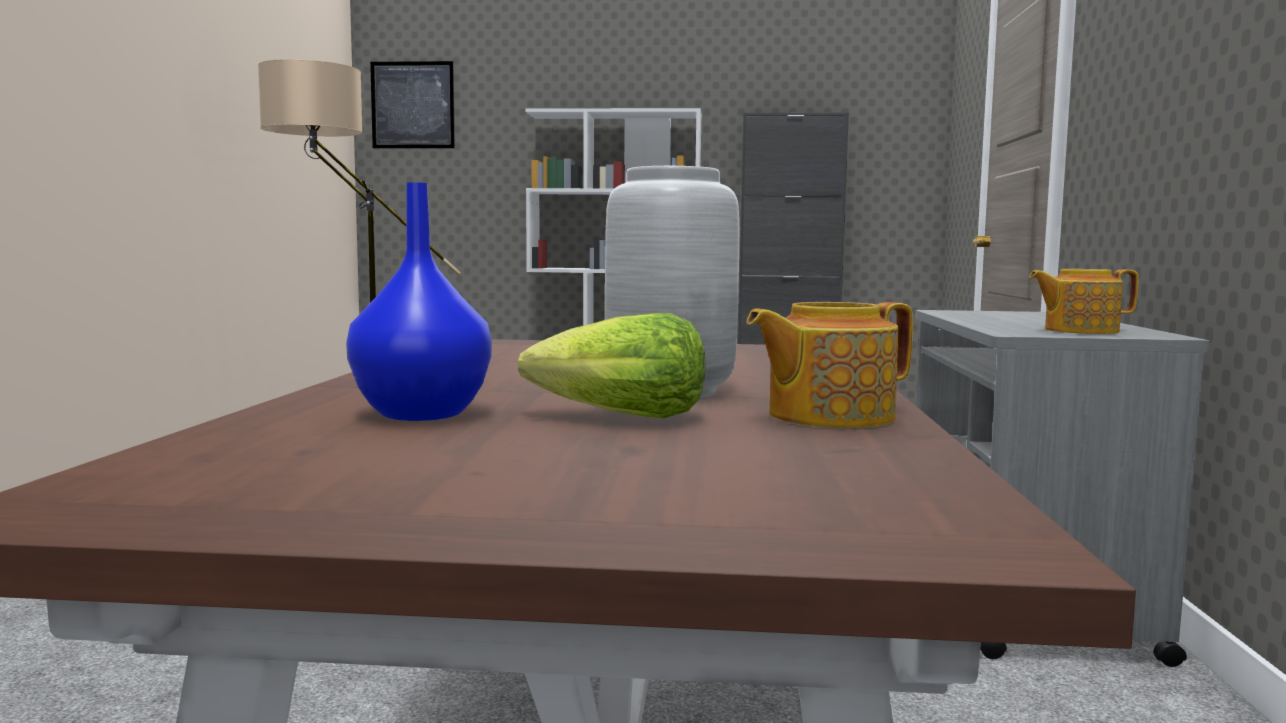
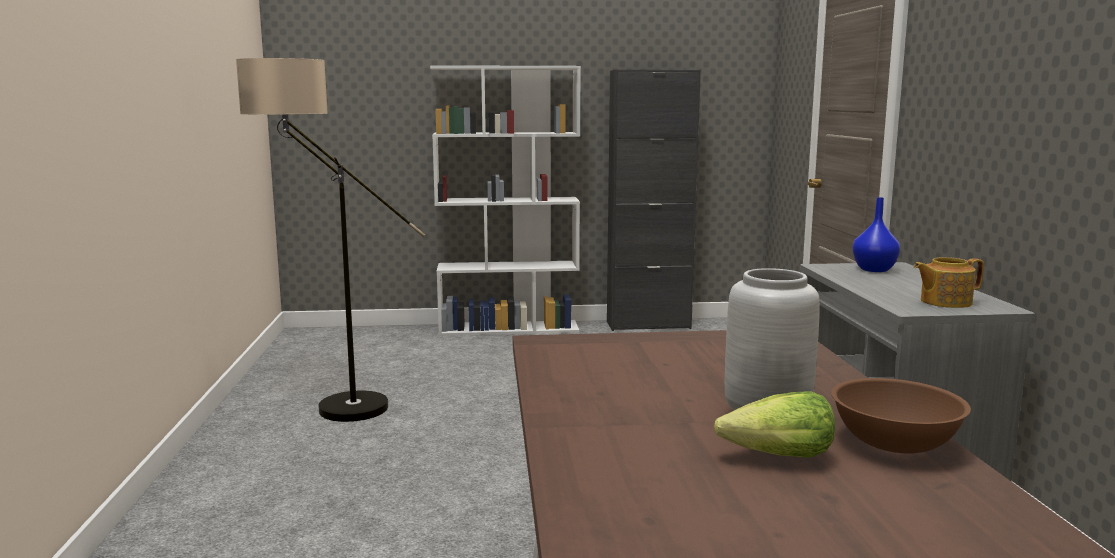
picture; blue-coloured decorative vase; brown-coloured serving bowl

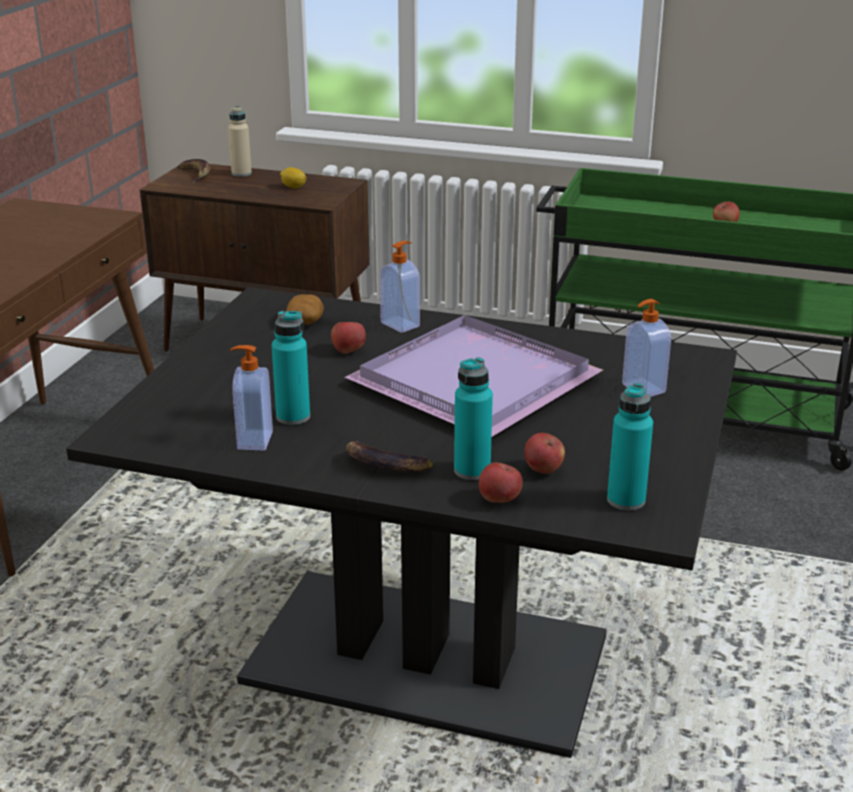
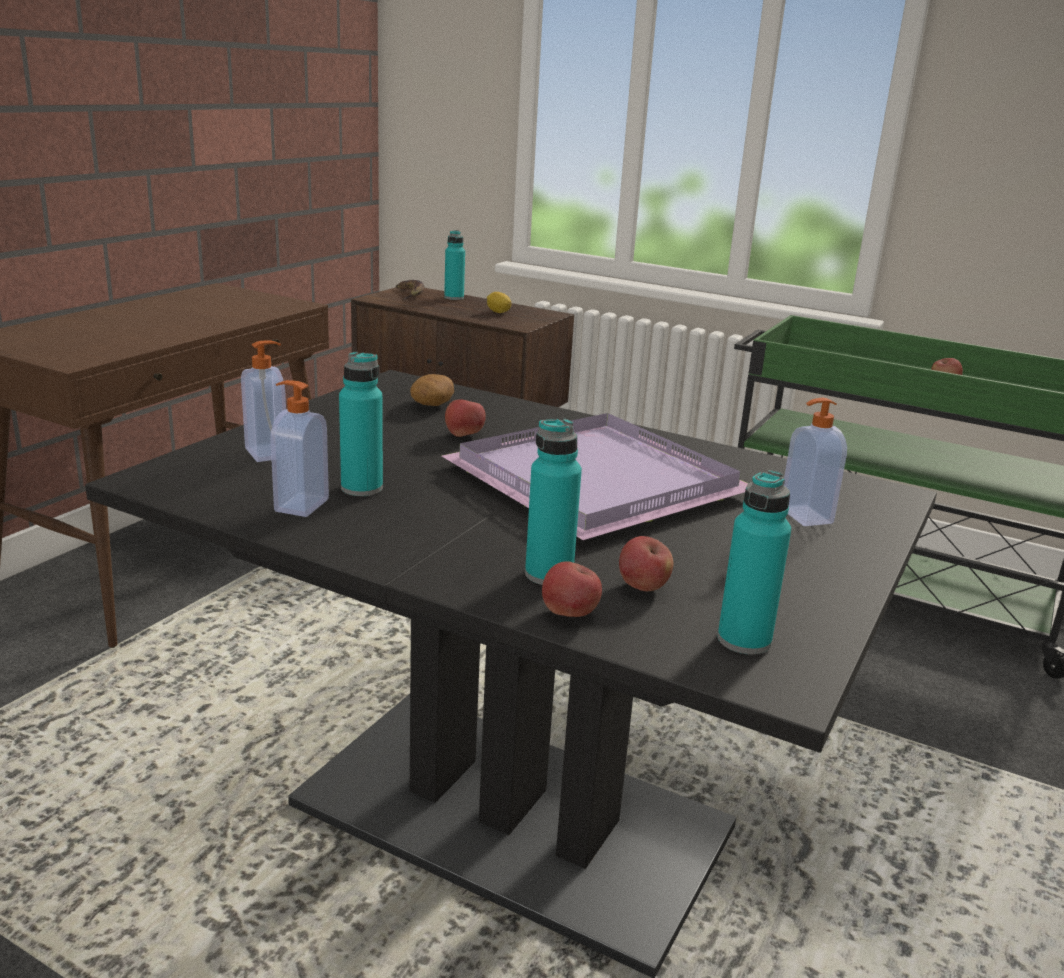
banana fruit (2nd from left in the first image); soap bottle (1st from left); turquoise-coloured bottle (2nd from left)

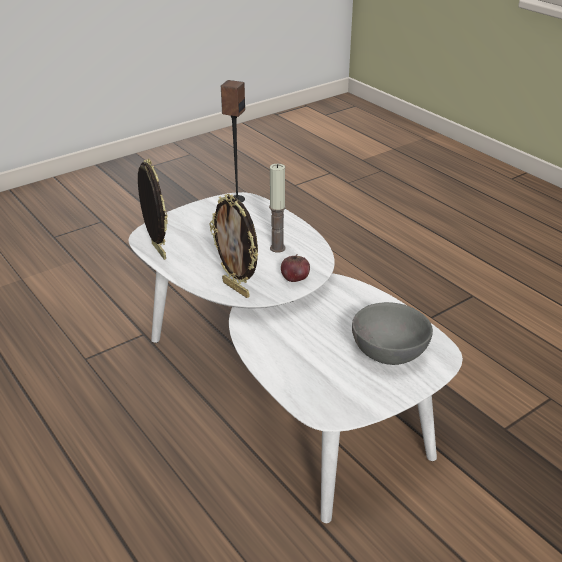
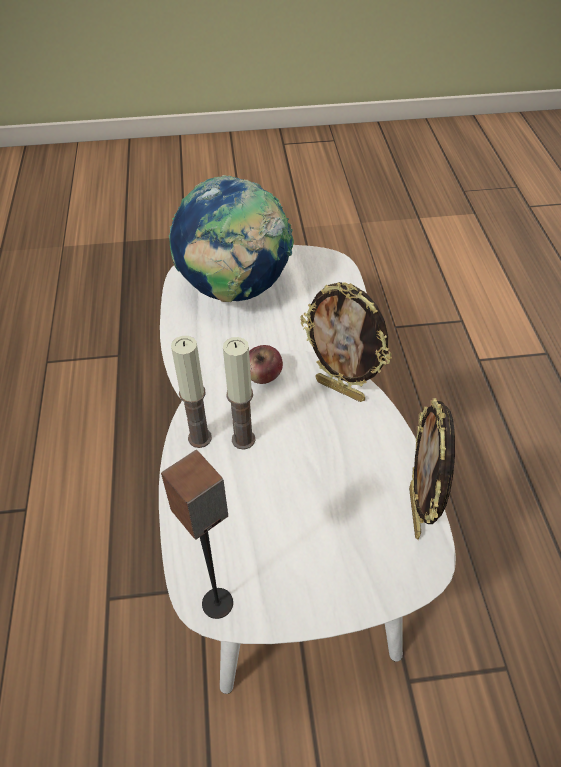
candle (1st from left); globe; picture frame (1st from left)

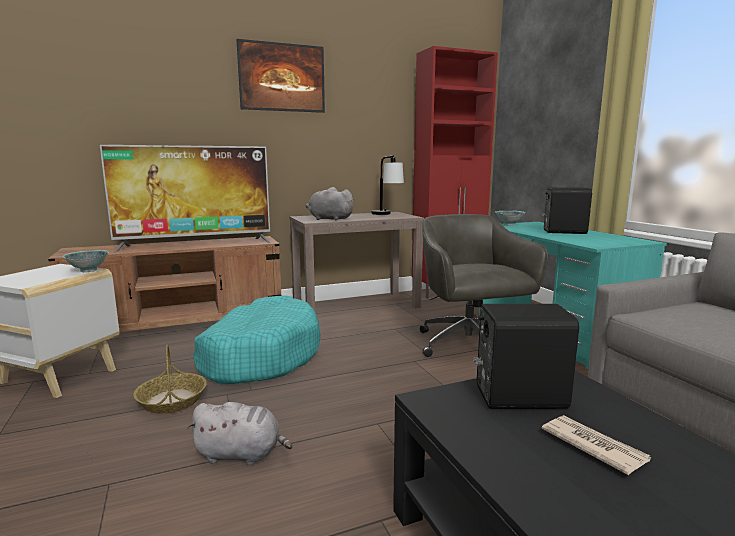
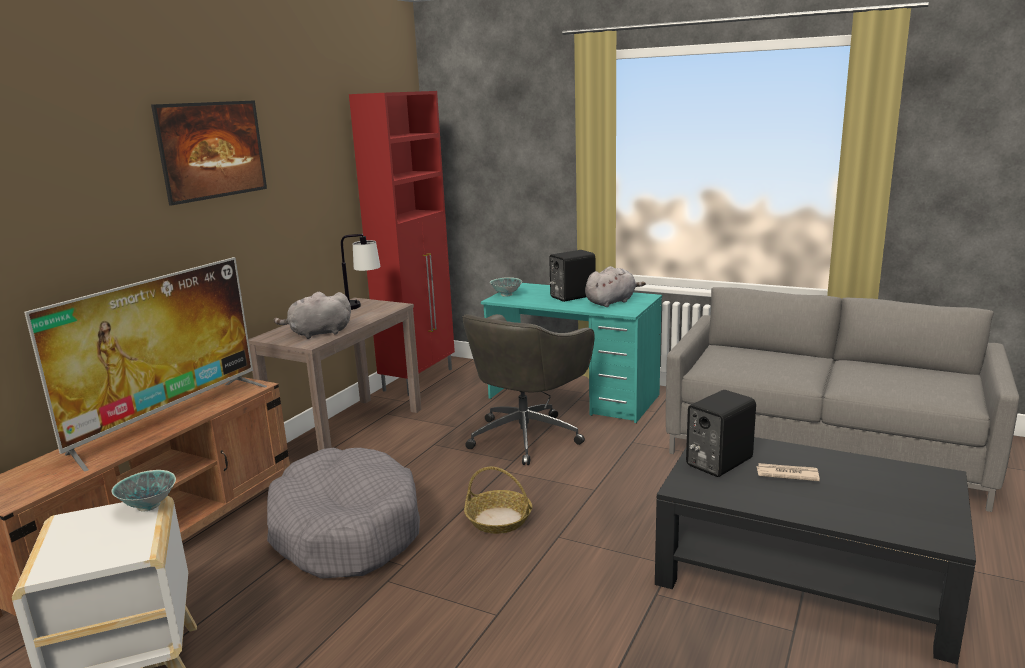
storage basket; grey cuddly toy (2nd from left); grey dog cushion; grey desk chair

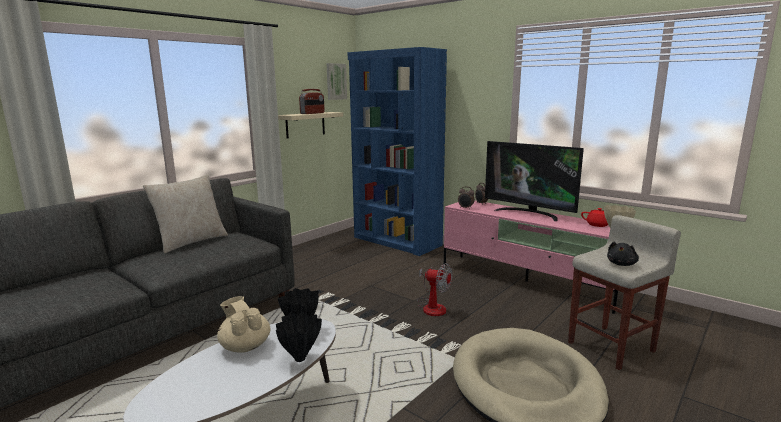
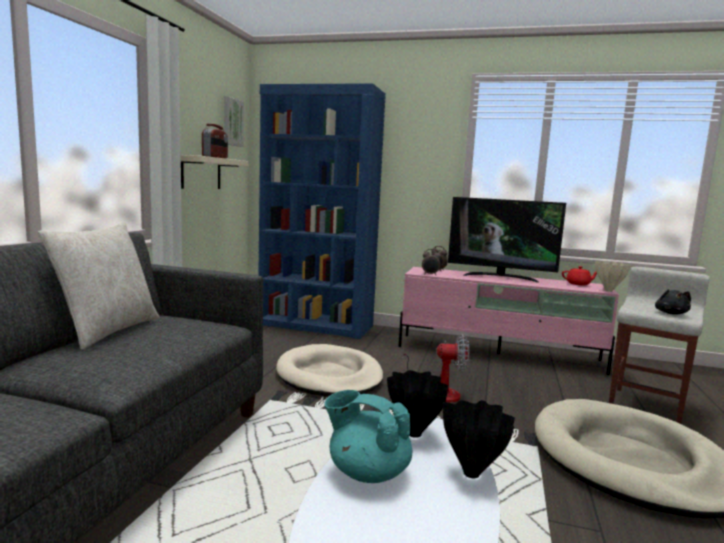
sand-coloured dog cushion (1st from left); turquoise-coloured teapot

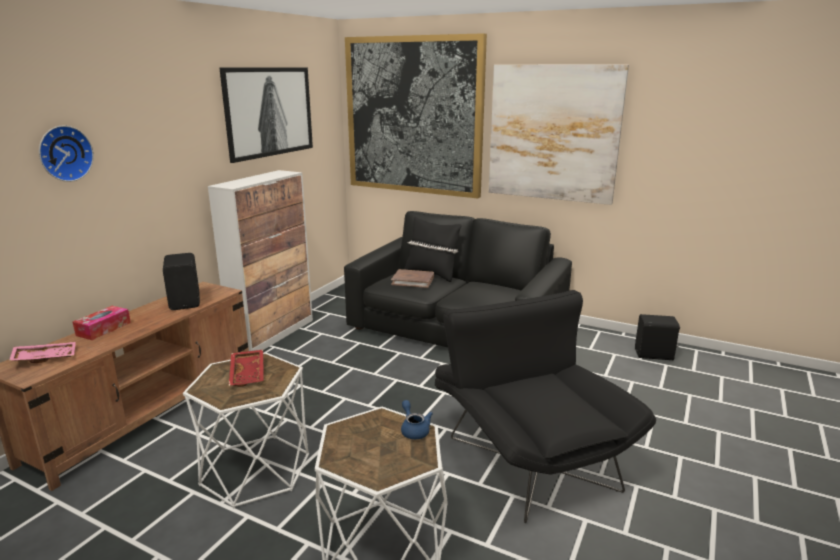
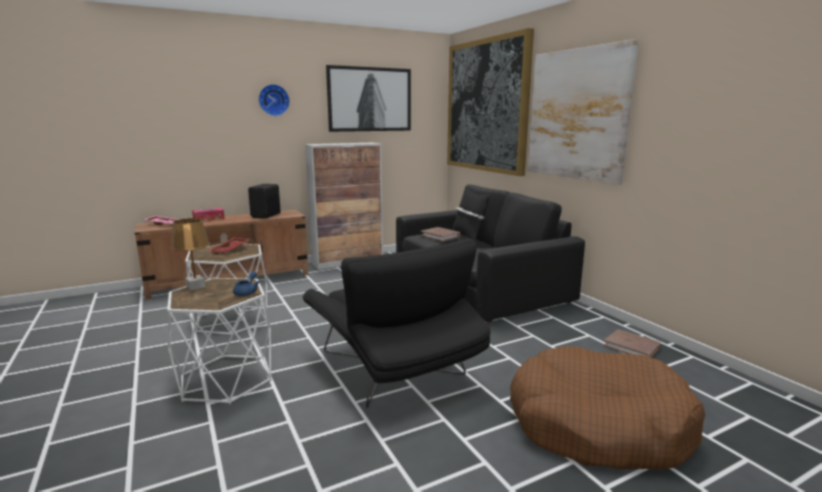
brown-coloured lamp for a table; brown-coloured dog cushion; wall clock; brown-coloured book (2nd from left); black-coloured armchair

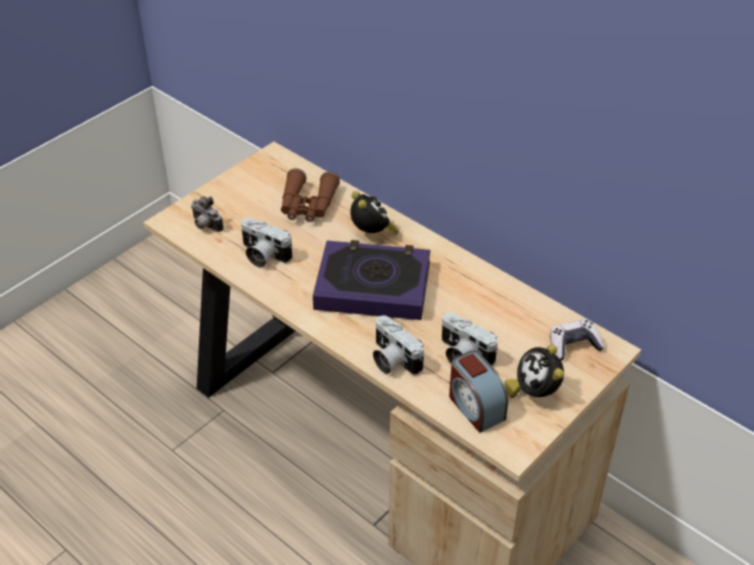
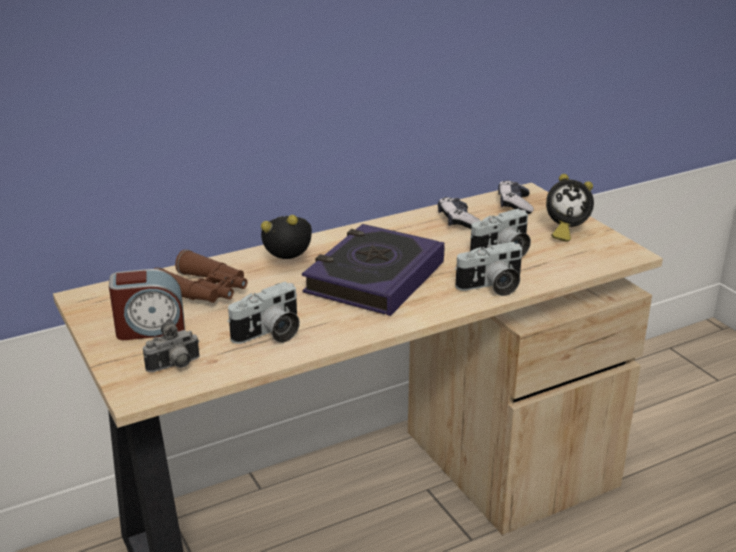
game controller (1st from left); bedside clock (1st from left)

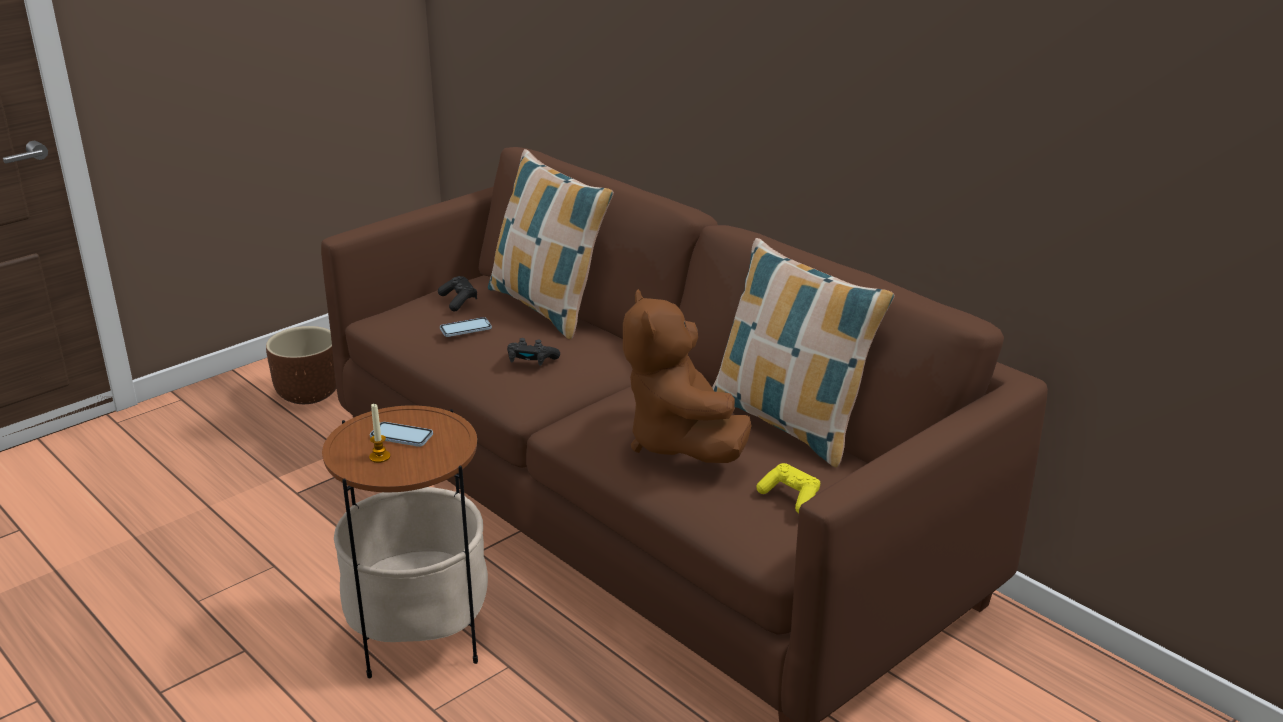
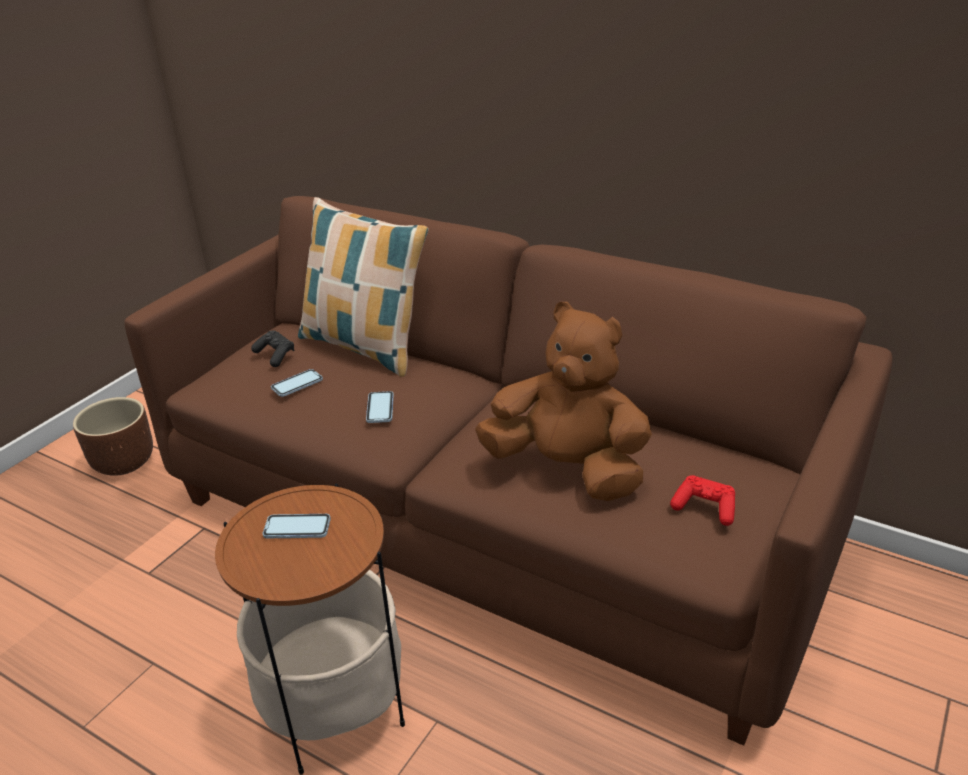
candle; pillow (2nd from left in the first image); telephone (3rd from left); reddish game controller; brown-coloured cuddly toy

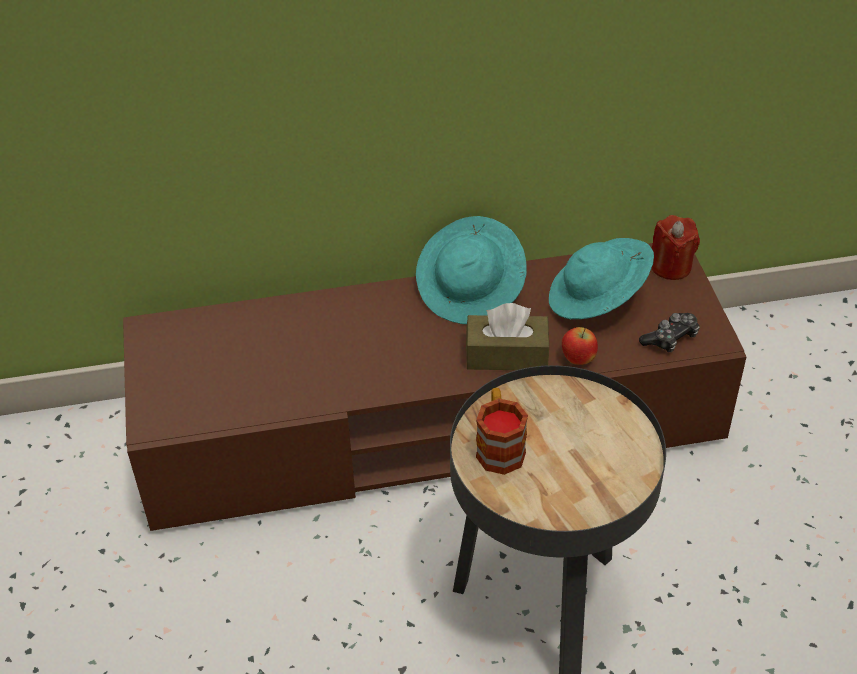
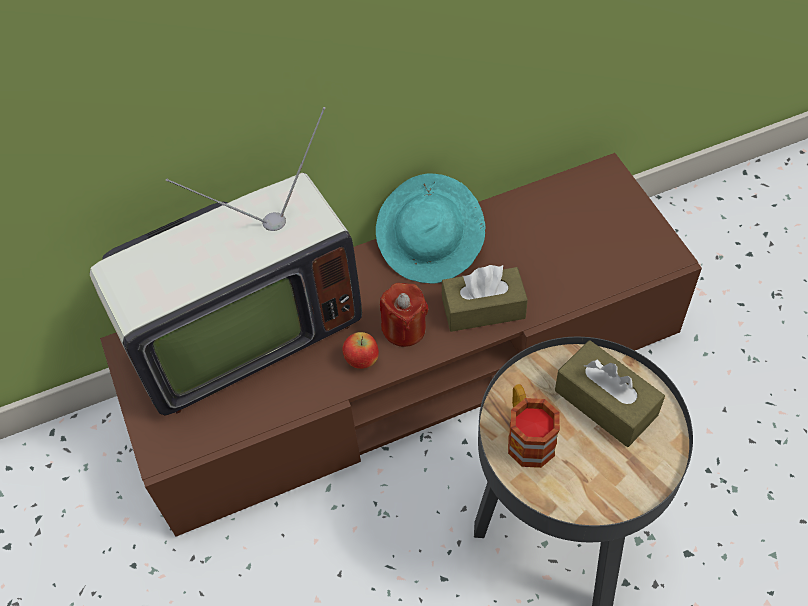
turquoise-coloured wearable hat (2nd from left in the first image); game controller; television; brown-coloured tissue holder (2nd from left); whole apple; reddish candle

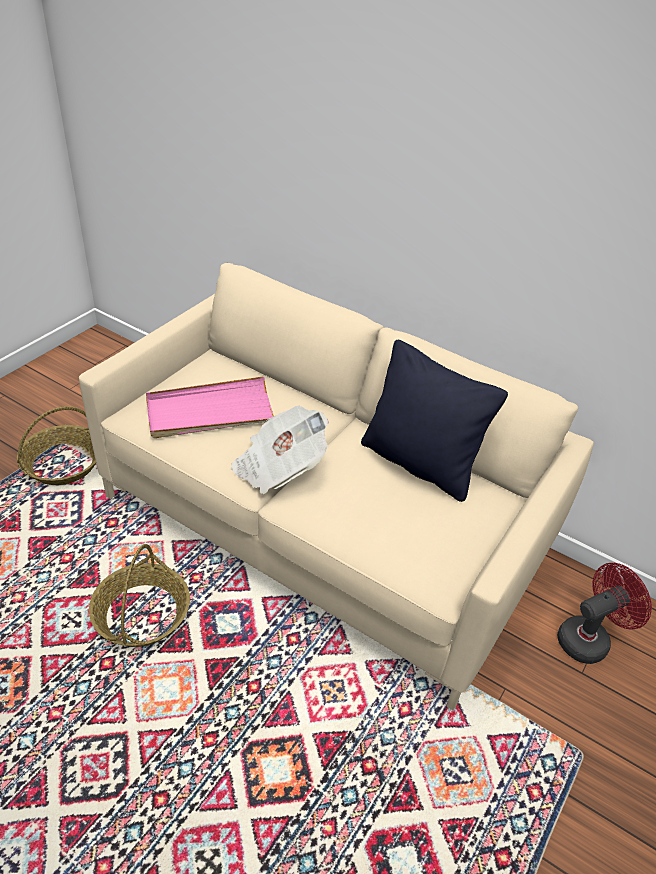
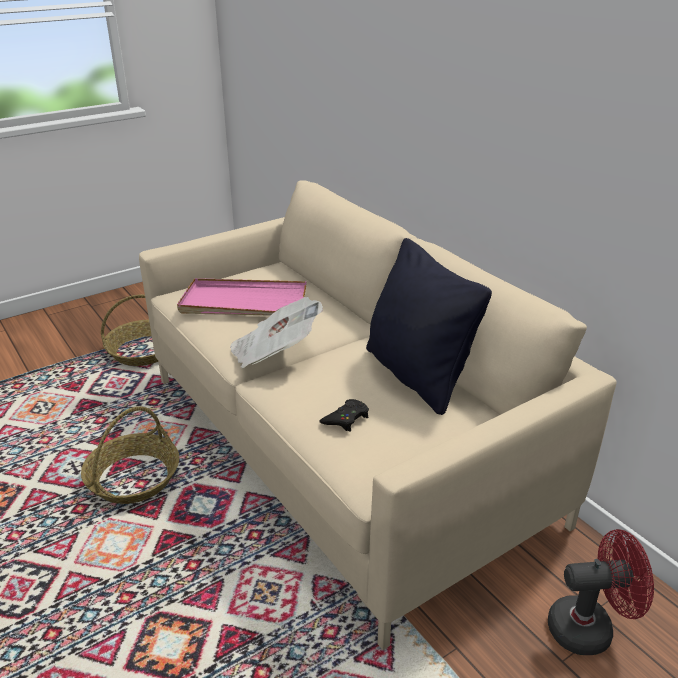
black-coloured game controller

